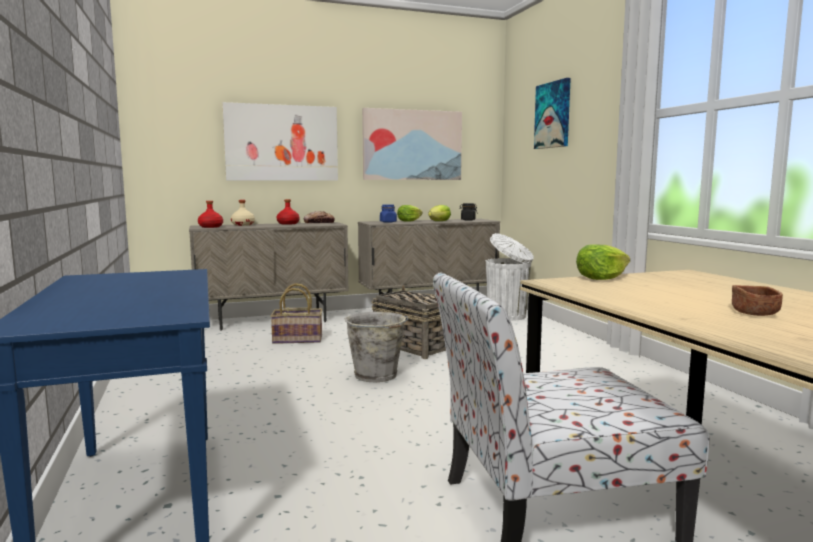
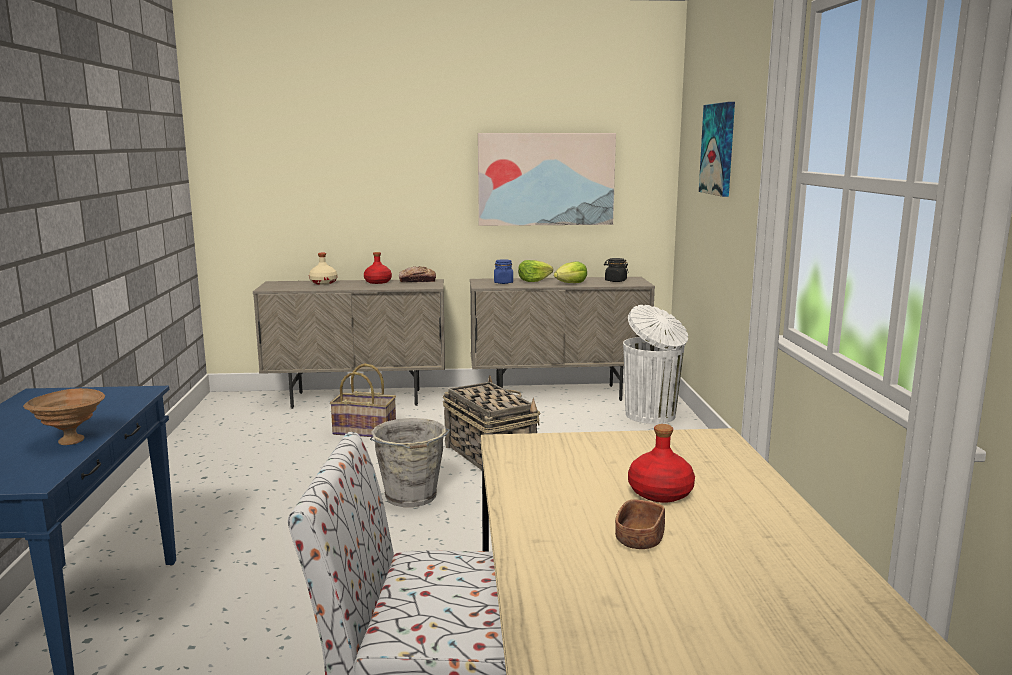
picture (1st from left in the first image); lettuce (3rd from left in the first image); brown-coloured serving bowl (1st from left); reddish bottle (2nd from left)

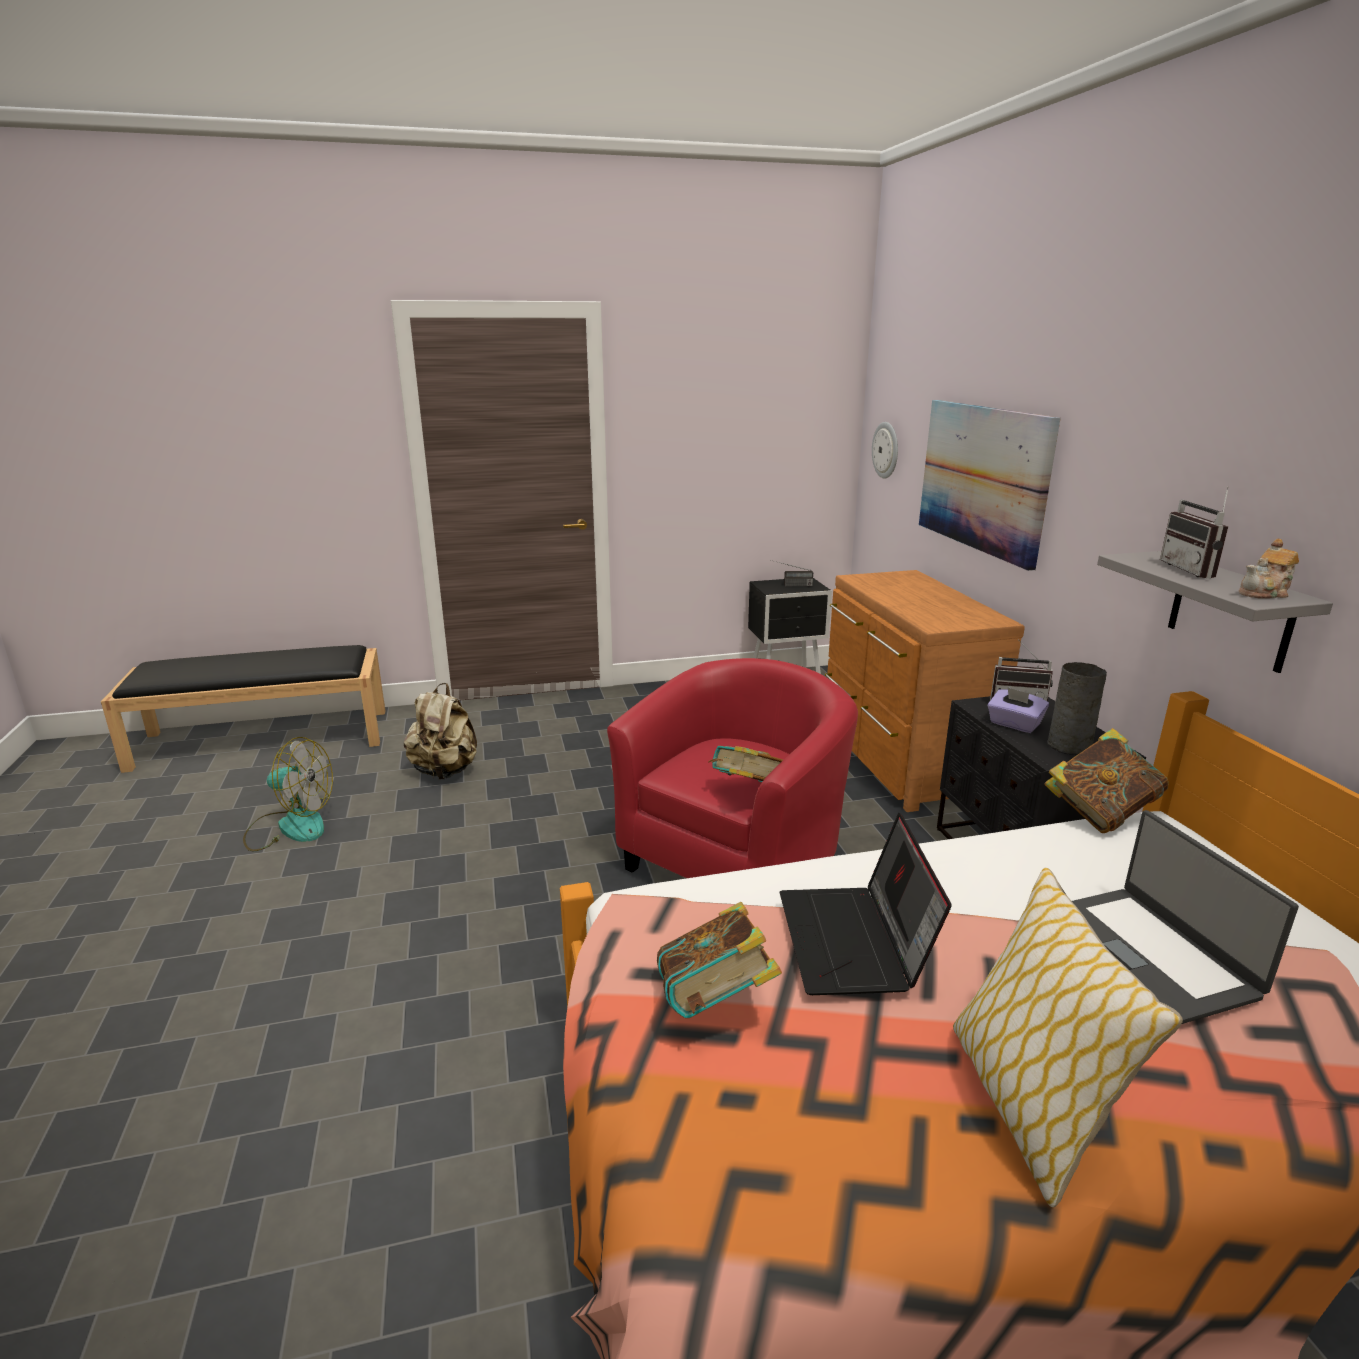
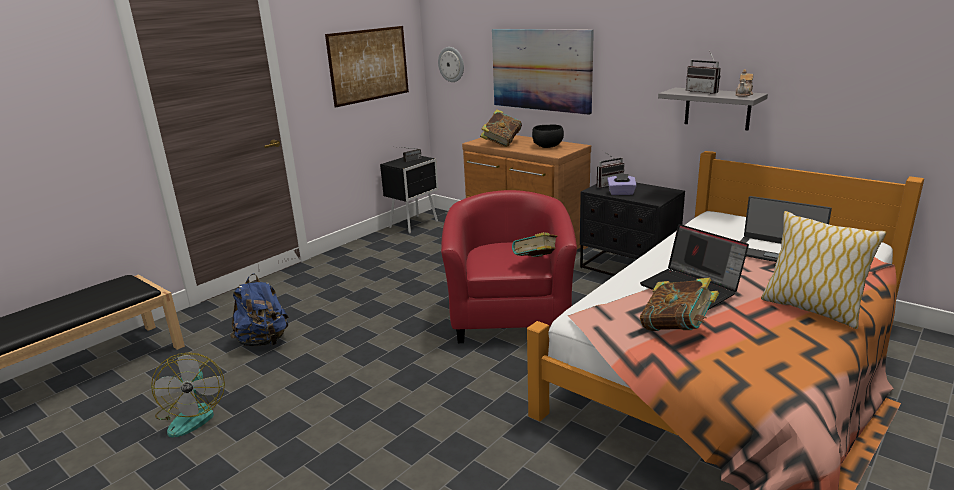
grey decorative vase; picture (1st from left); black-coloured serving bowl; book (1st from left); blue-coloured knapsack; fan

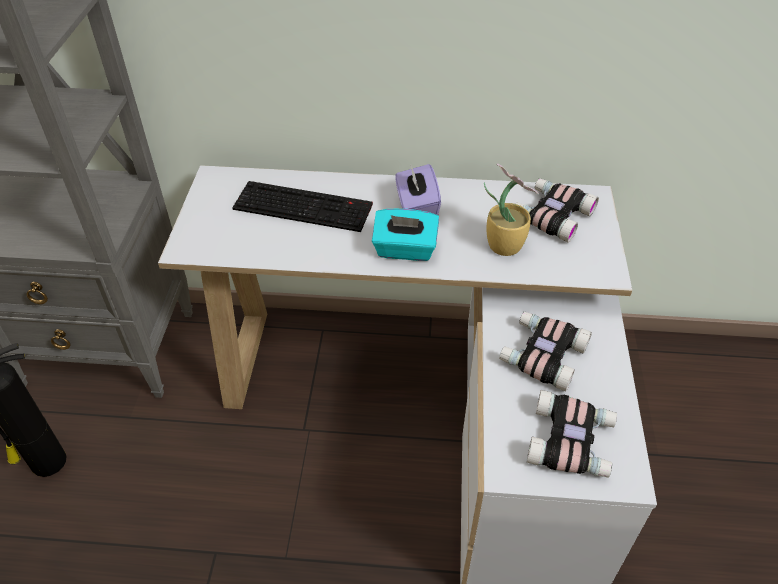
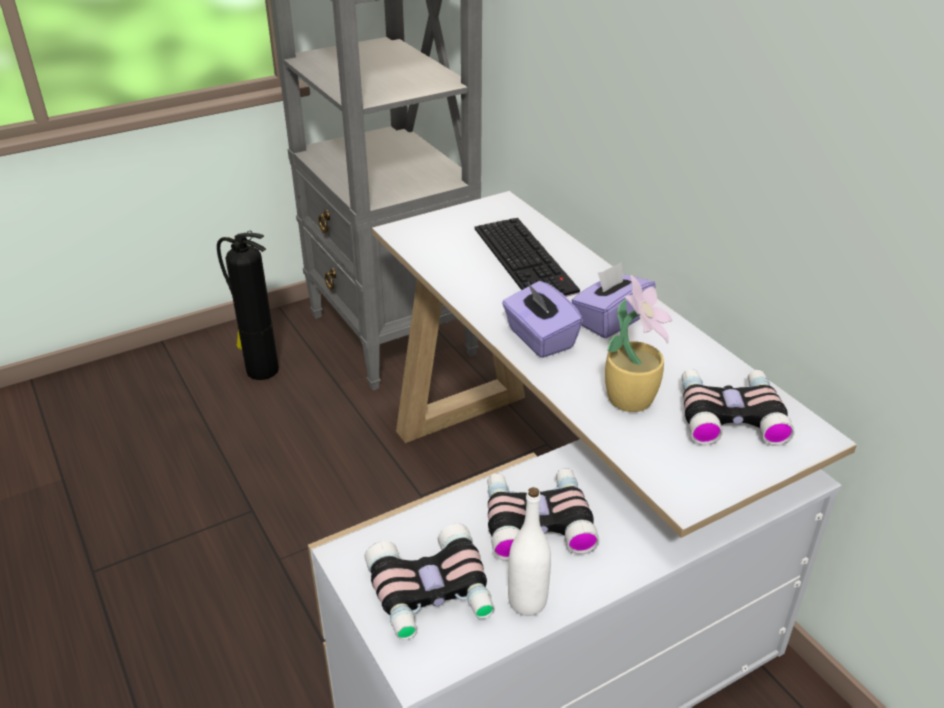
white-coloured bottle; purple tissue holder (1st from left)

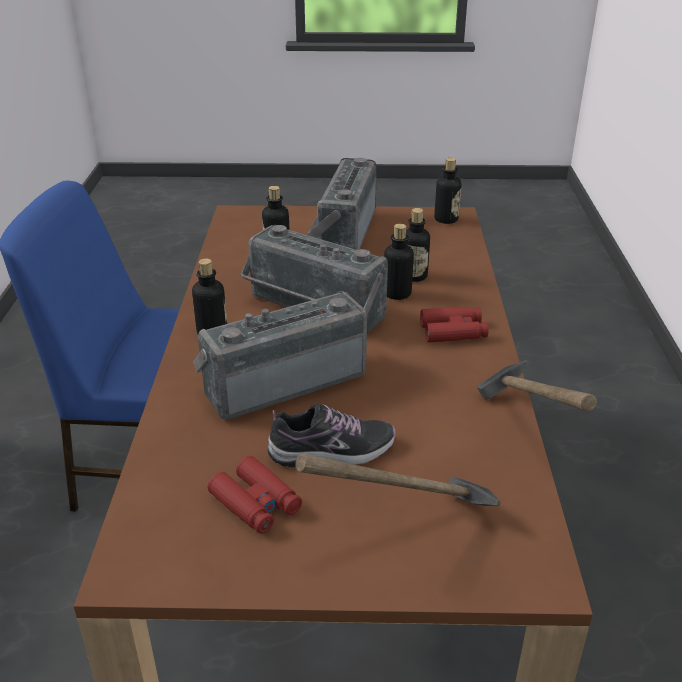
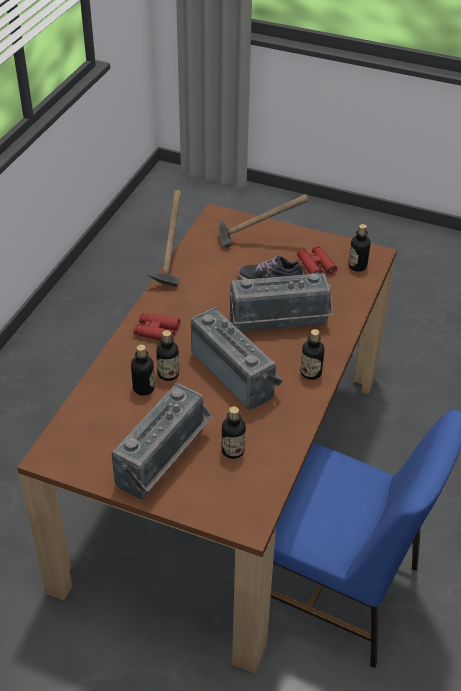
bottle (5th from left)

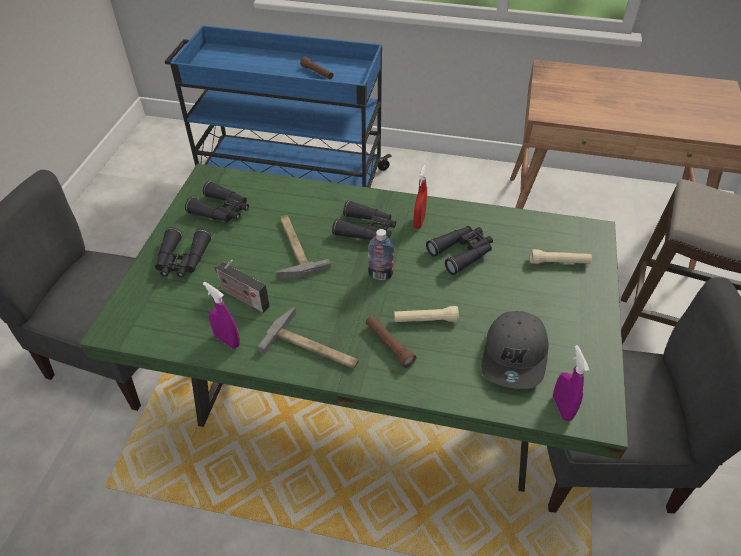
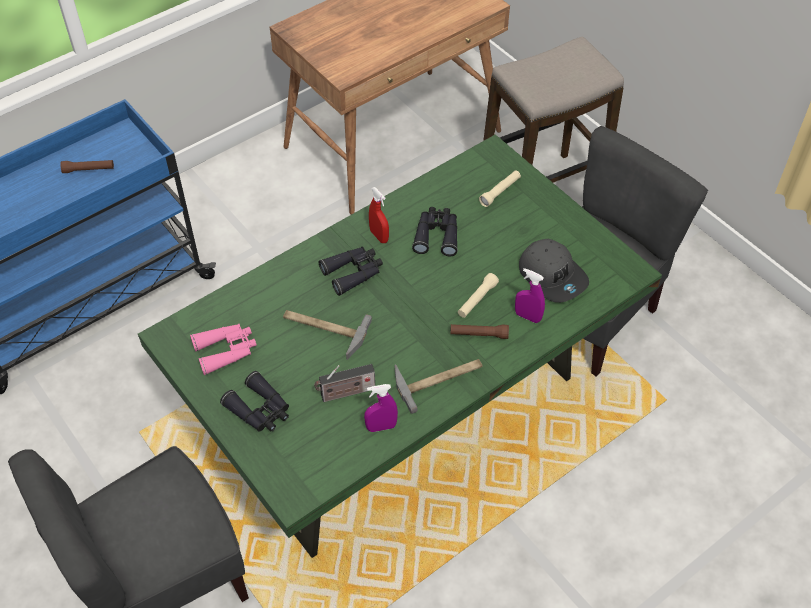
bottle; purple hand sprayer (2nd from left); pinkish field glasses

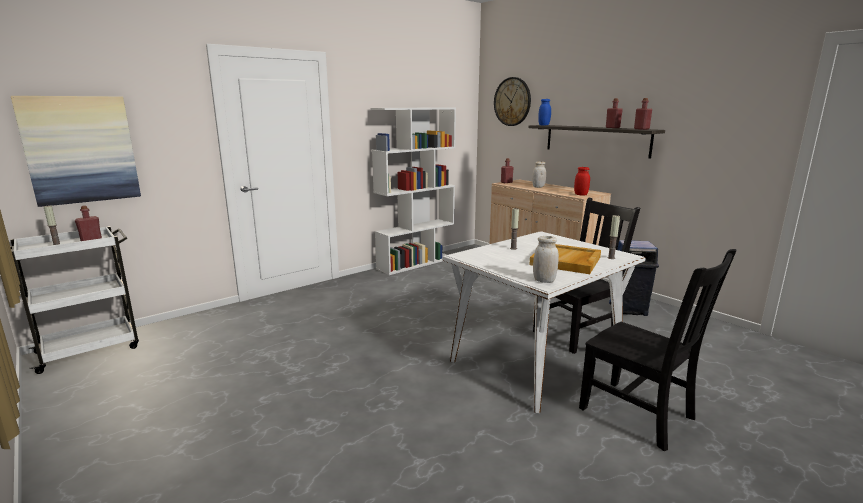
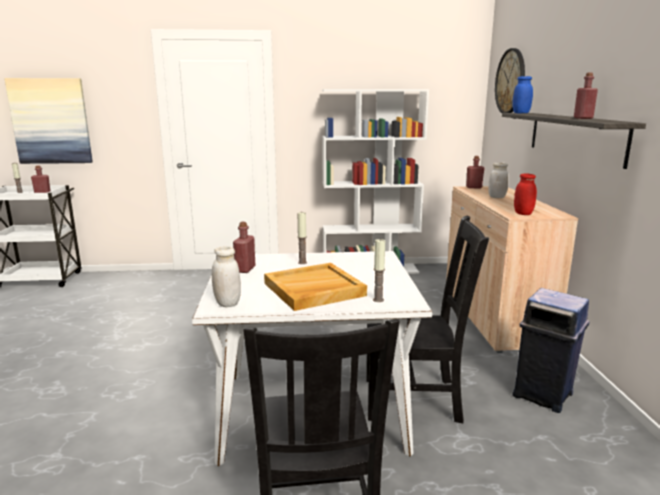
reddish bottle (2nd from left)

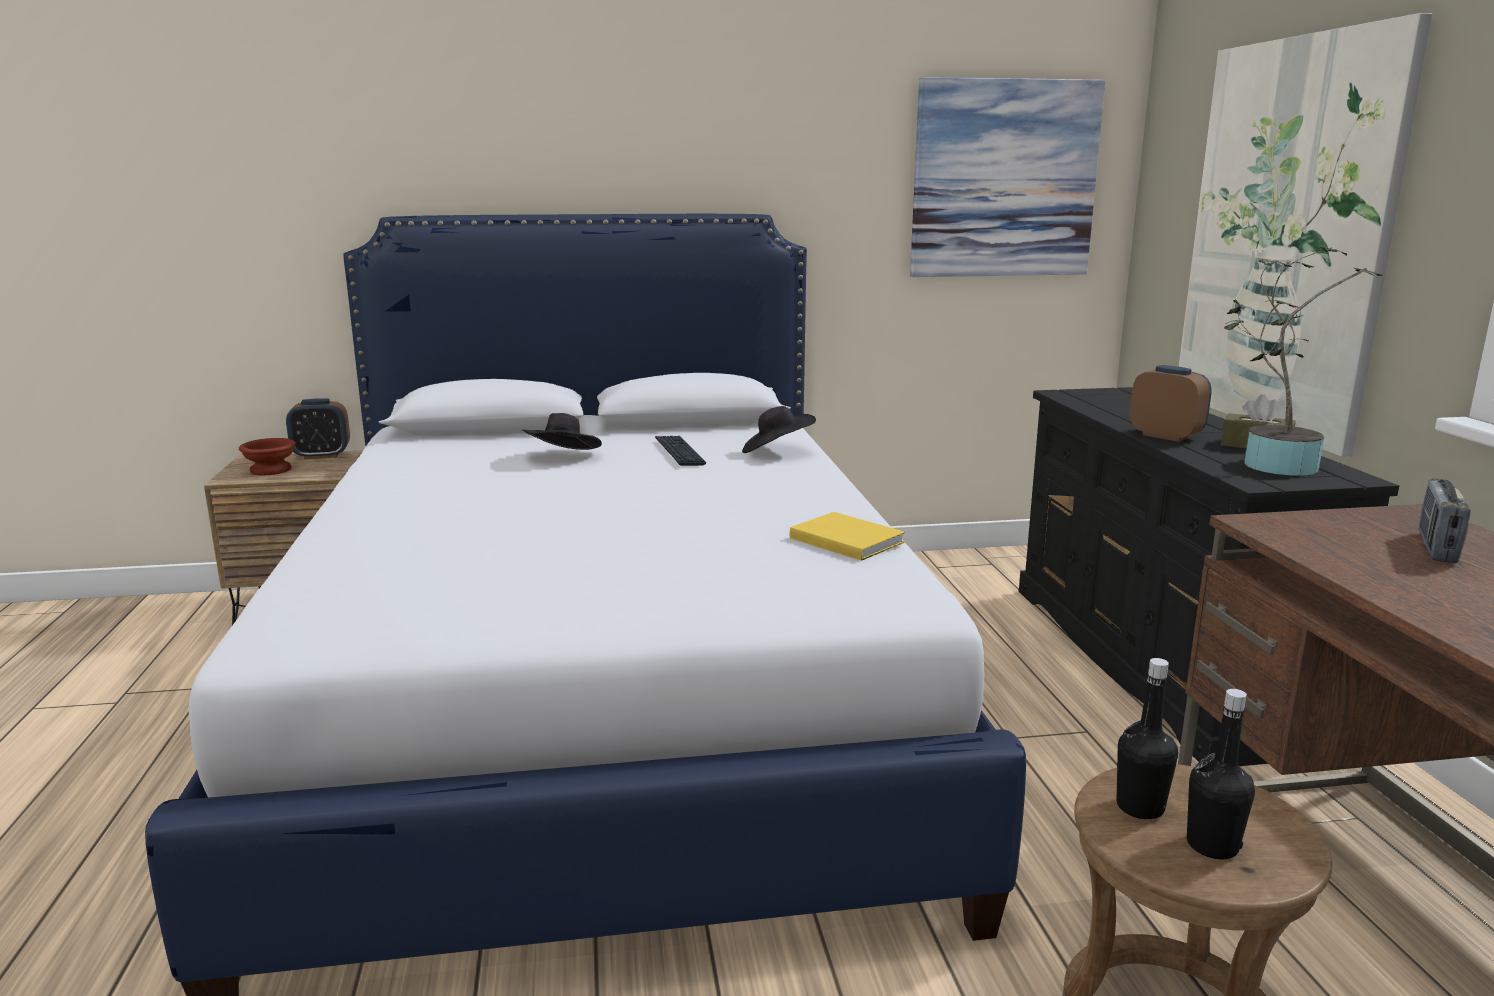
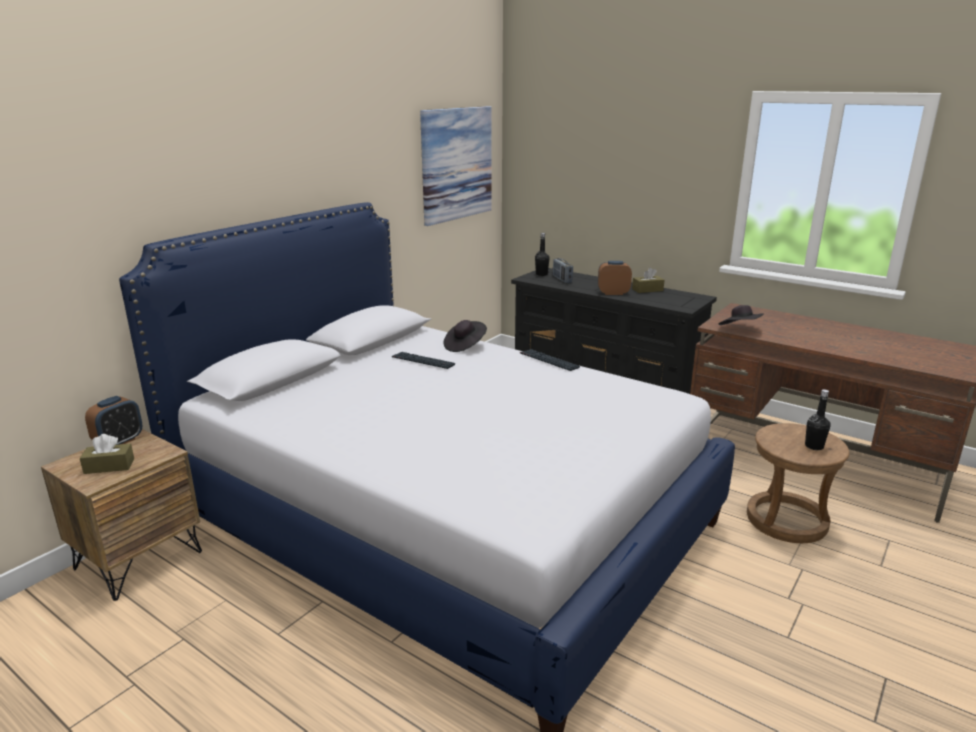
yellow-coloured book; picture (2nd from left in the first image); potted plant; PC keyboard (2nd from left); black-coloured wearable hat (2nd from left); black-coloured bottle (1st from left); radio receiver; brown-coloured tissue holder (1st from left)

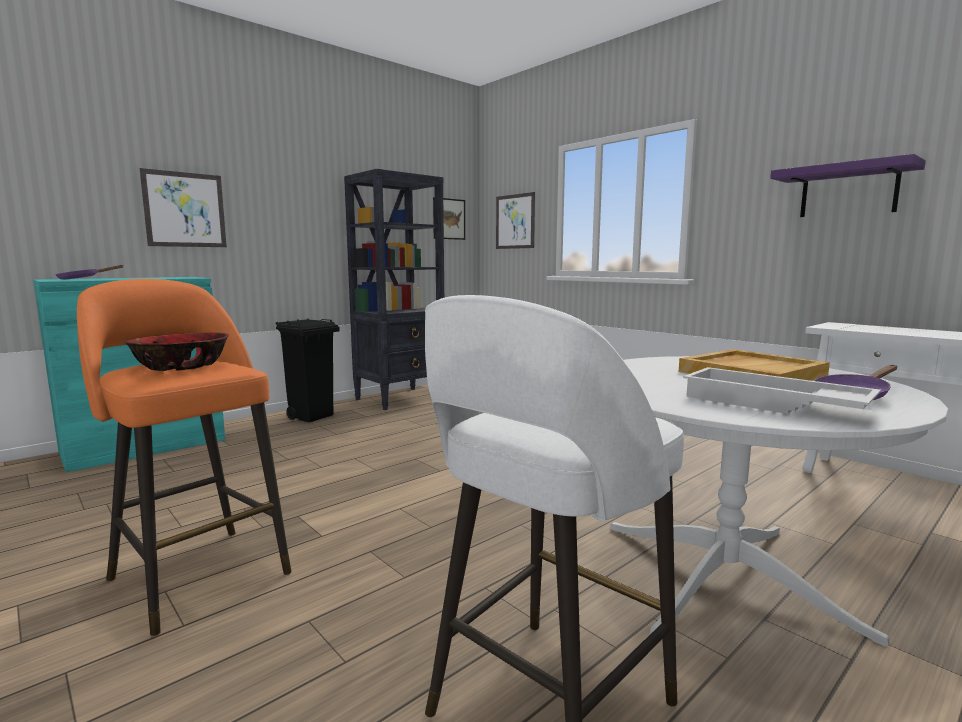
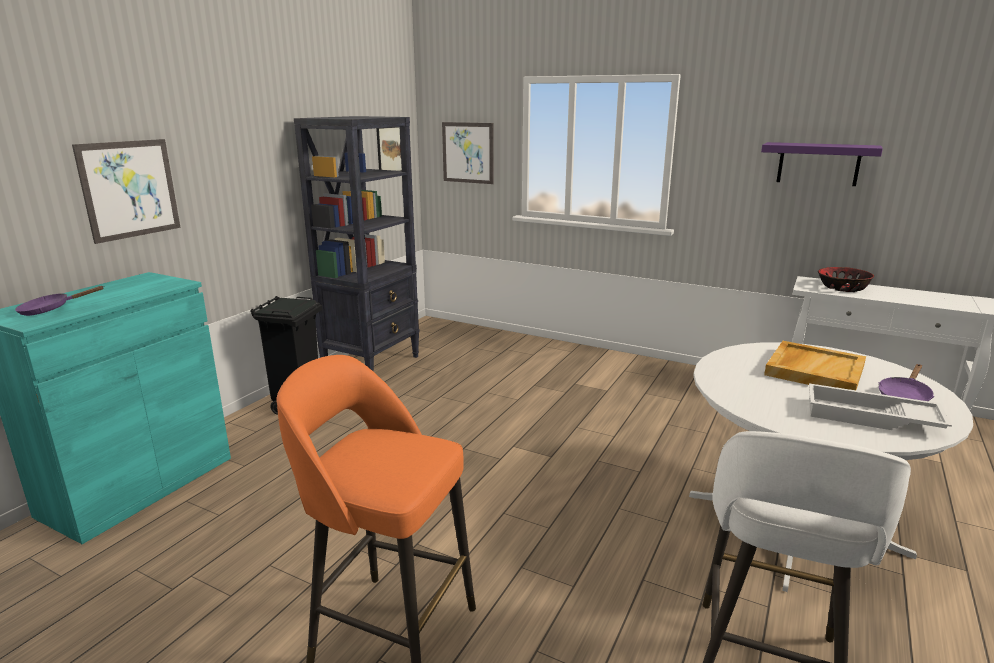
serving bowl

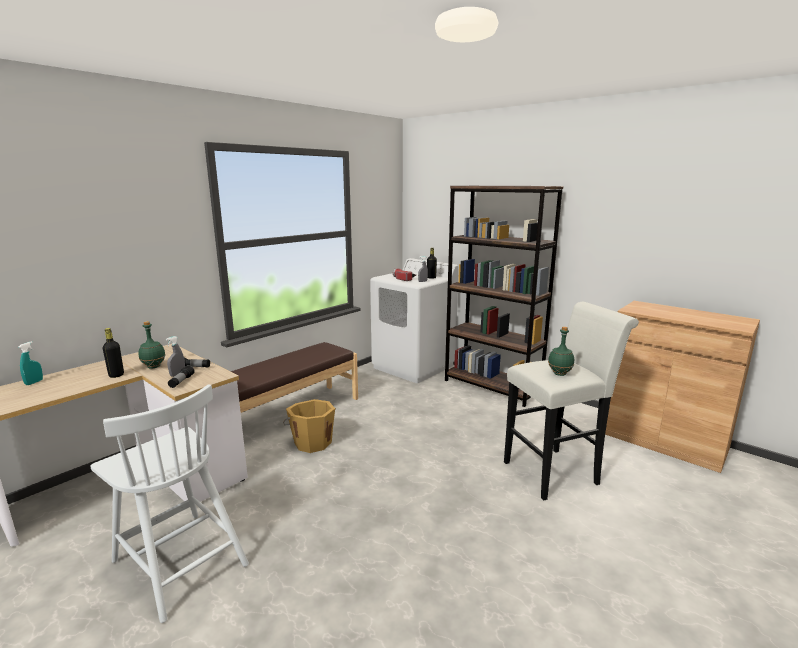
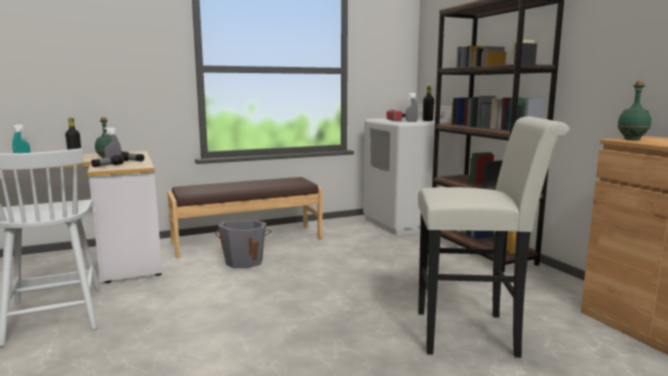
greenish bottle (2nd from left); grey pail

